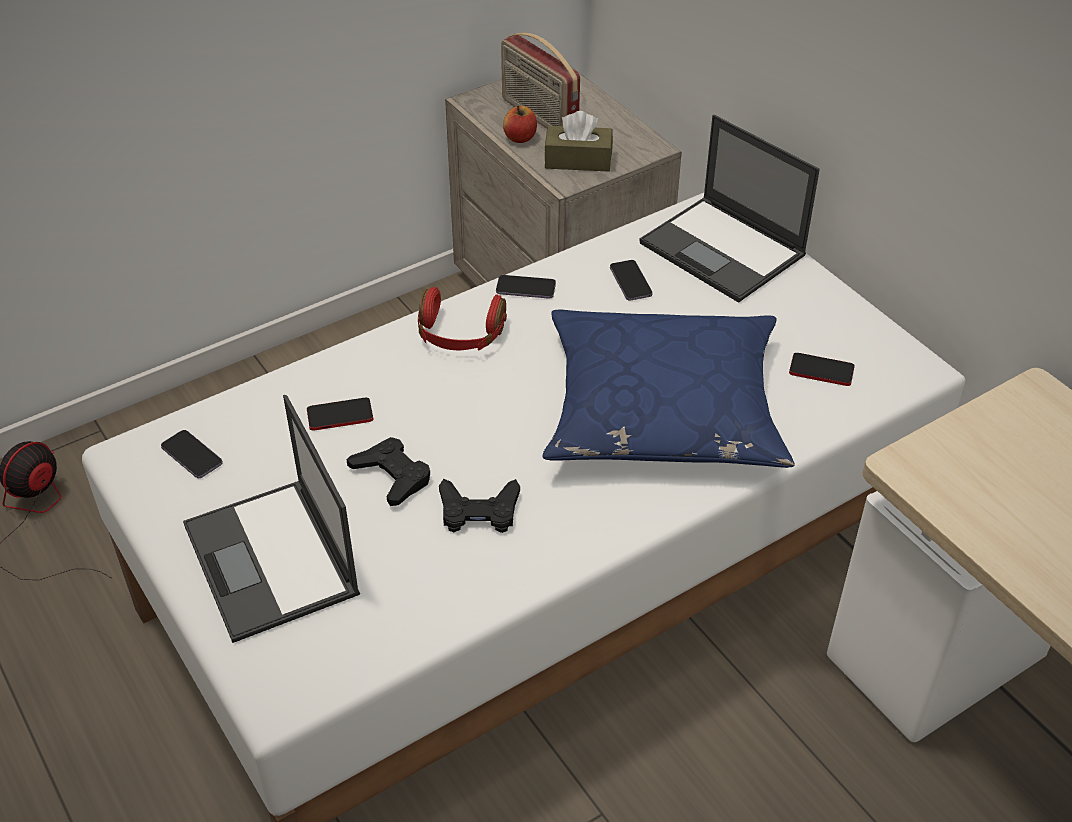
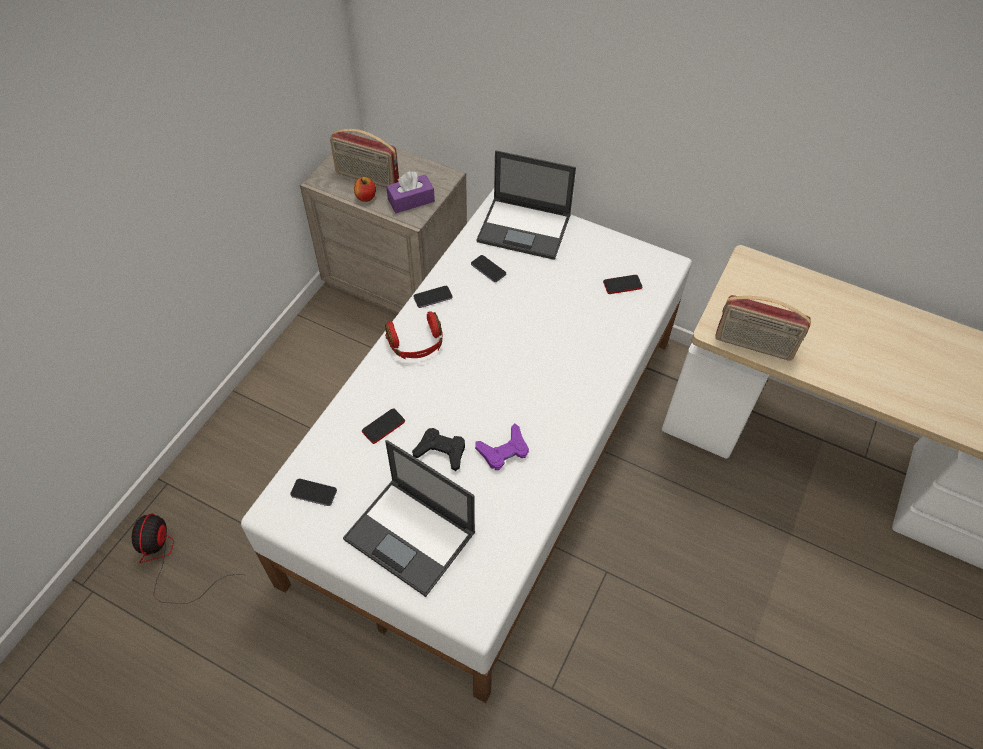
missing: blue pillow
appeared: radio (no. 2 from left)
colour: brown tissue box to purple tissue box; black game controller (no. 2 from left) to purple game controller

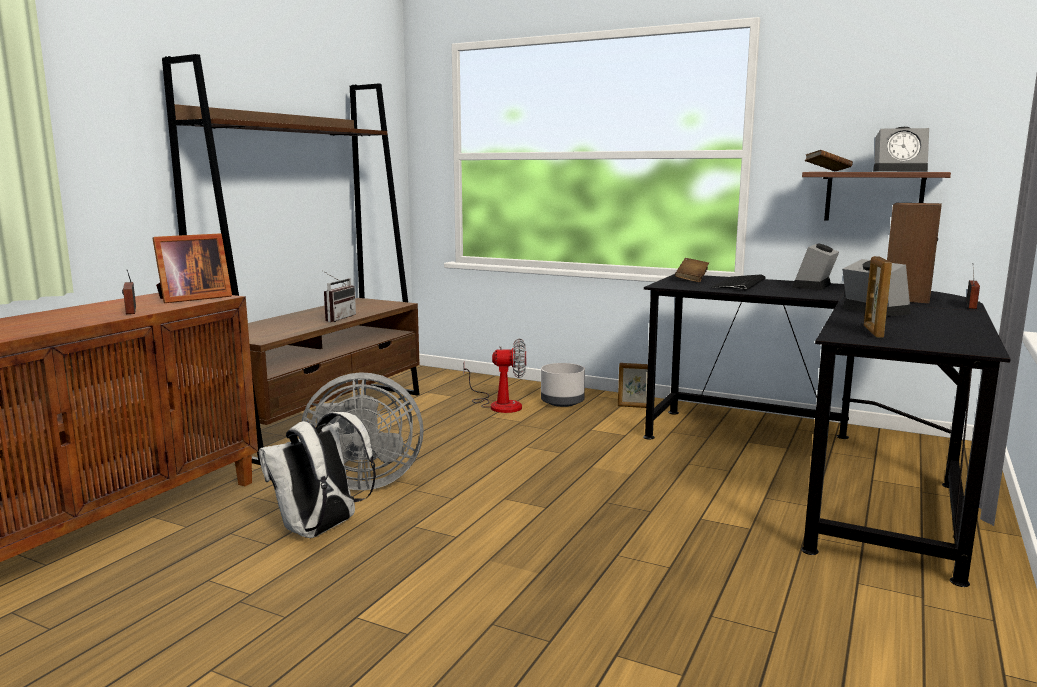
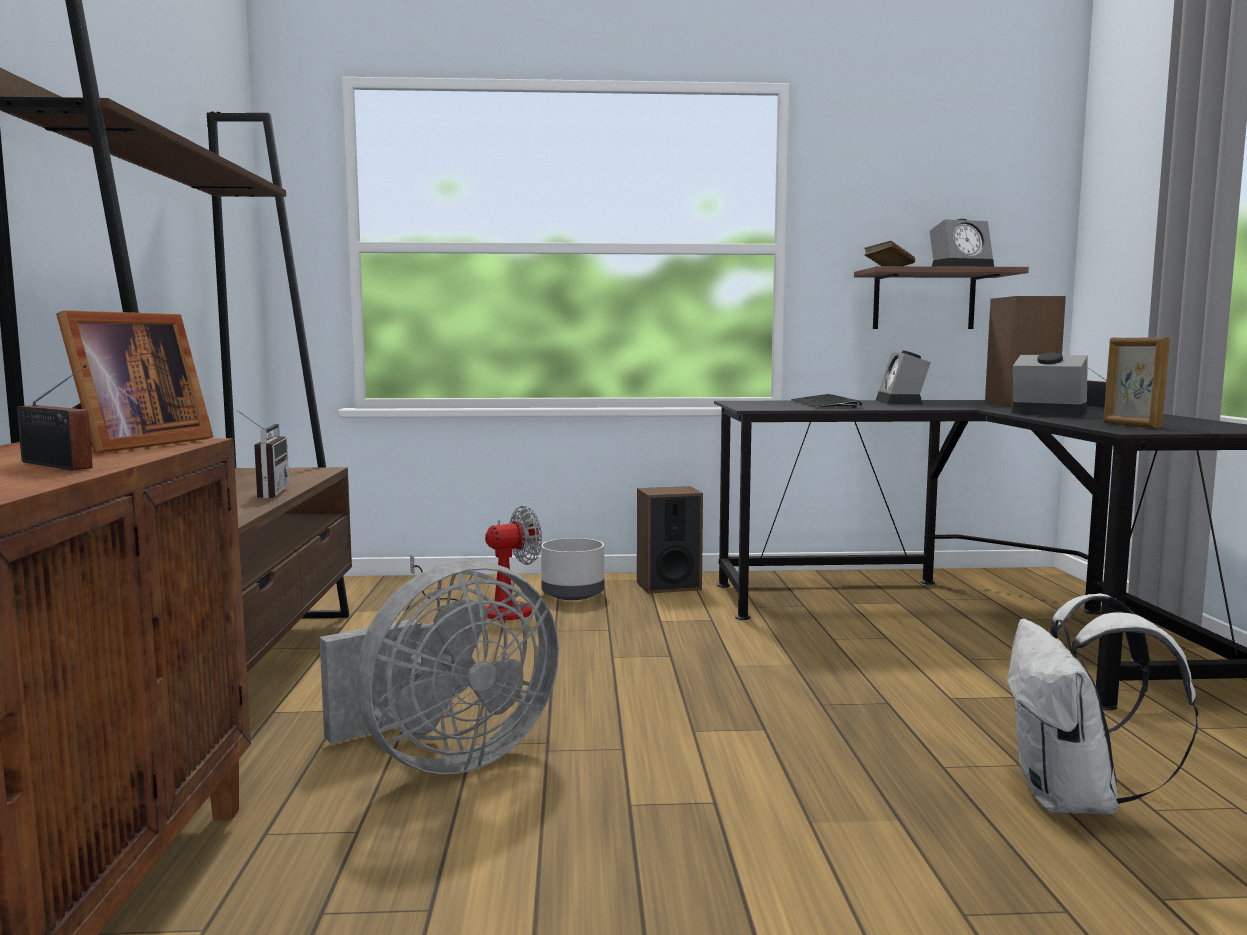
missing: brown book (no. 1 from left)
relocated: white backpack
exchanged: picture frame (no. 2 from left) to speaker (no. 1 from left)

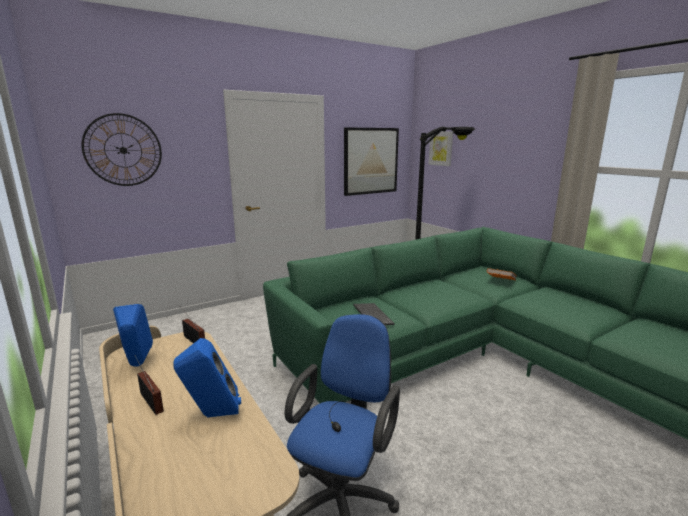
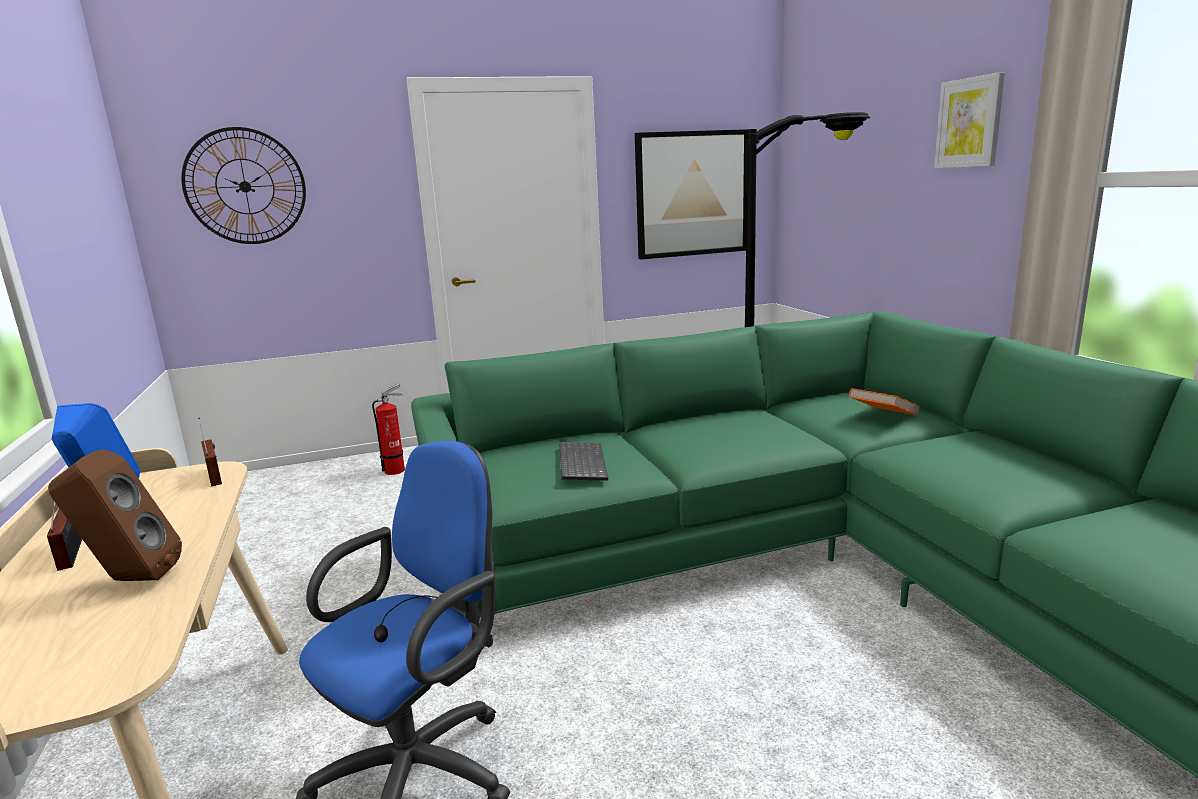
appeared: fire extinguisher
relocated: picture (no. 2 from left)
colour: blue speaker (no. 2 from left) to brown speaker

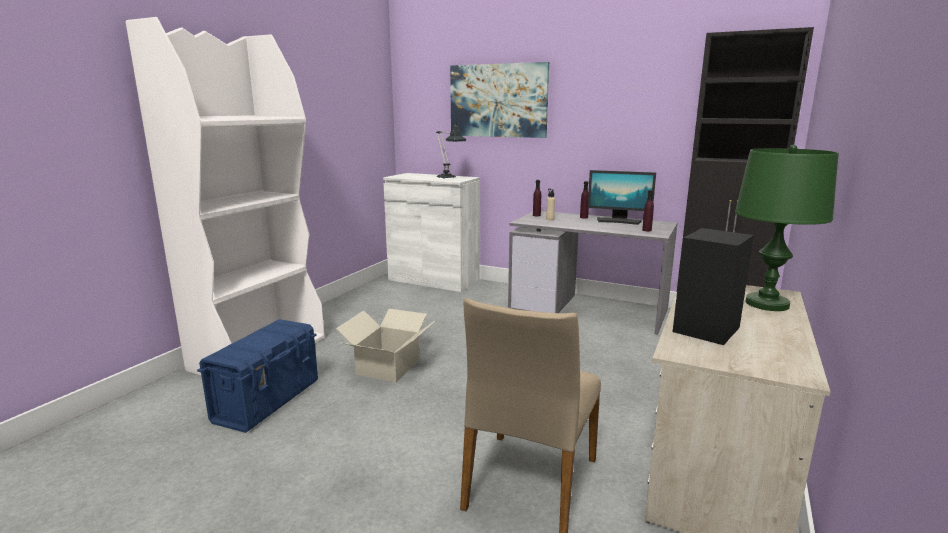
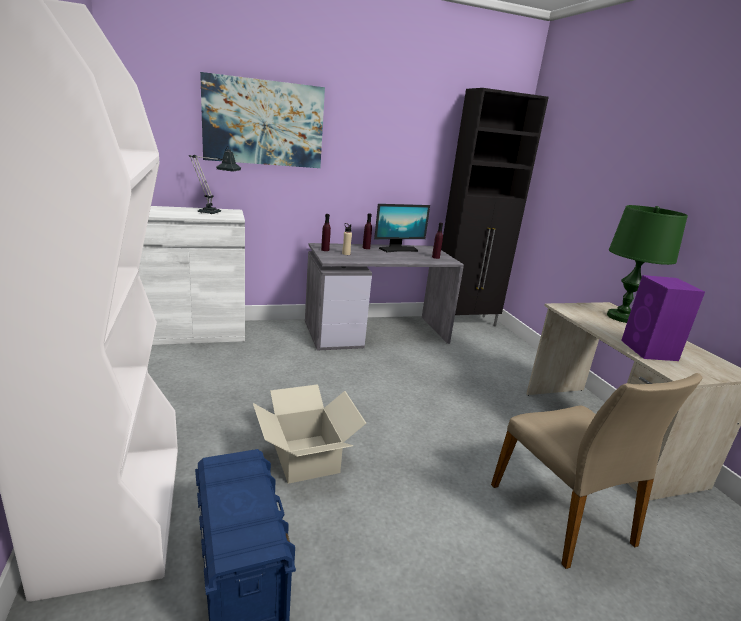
colour: black speaker to purple speaker

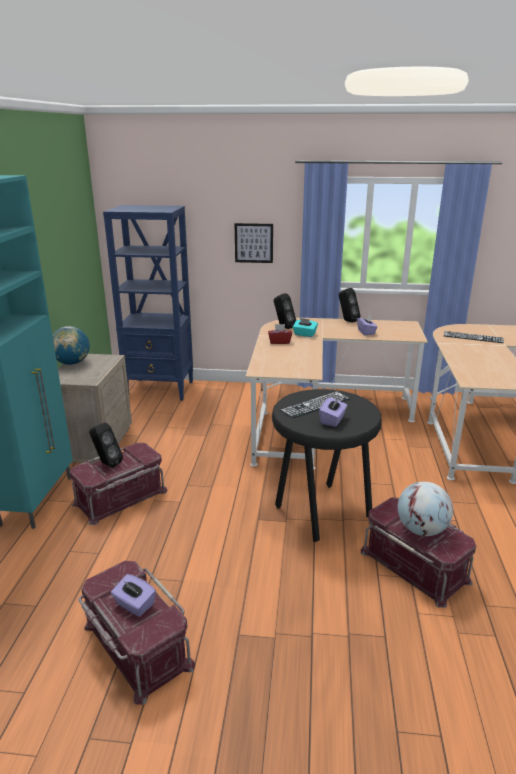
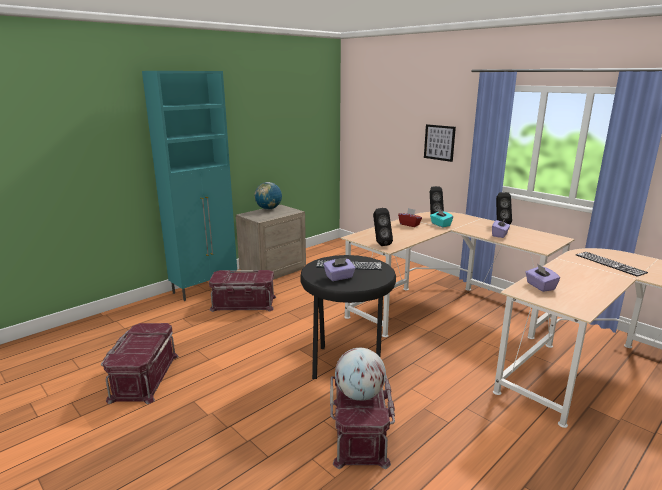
missing: blue bookcase
relocated: black speaker (no. 1 from left); purple tissue box (no. 1 from left in the first image) to purple tissue box (no. 3 from left)

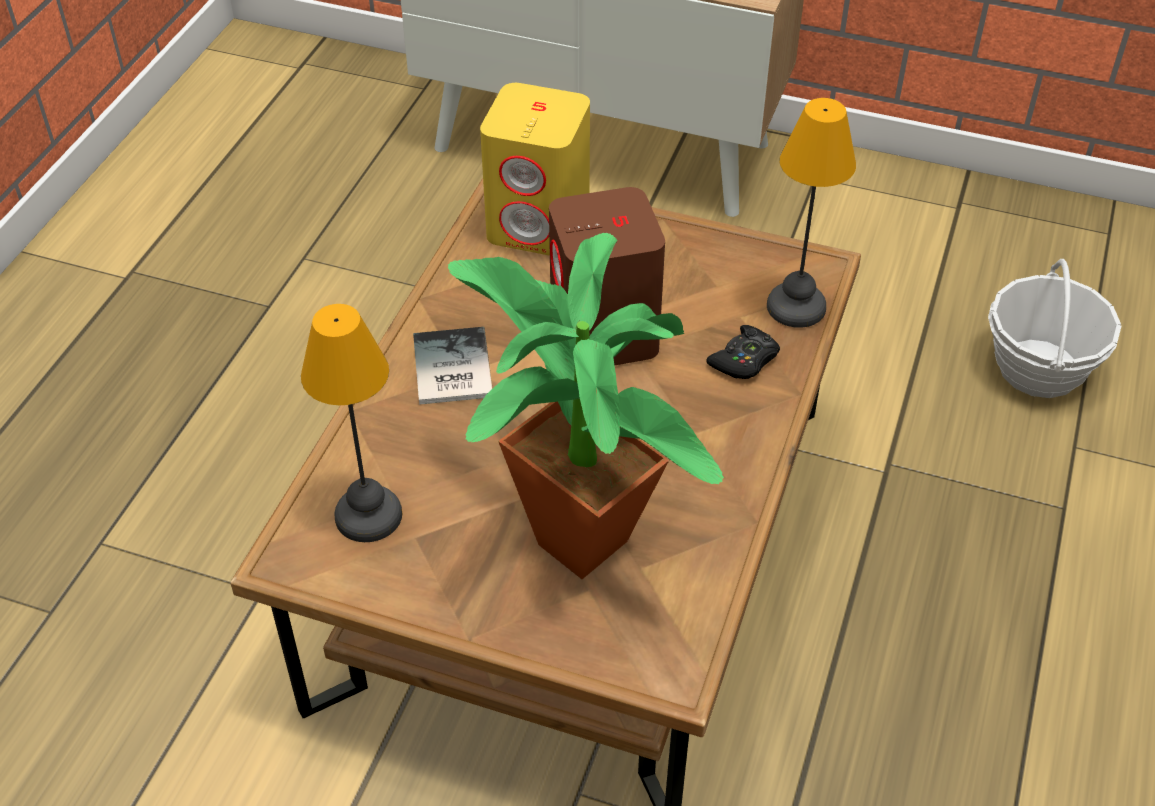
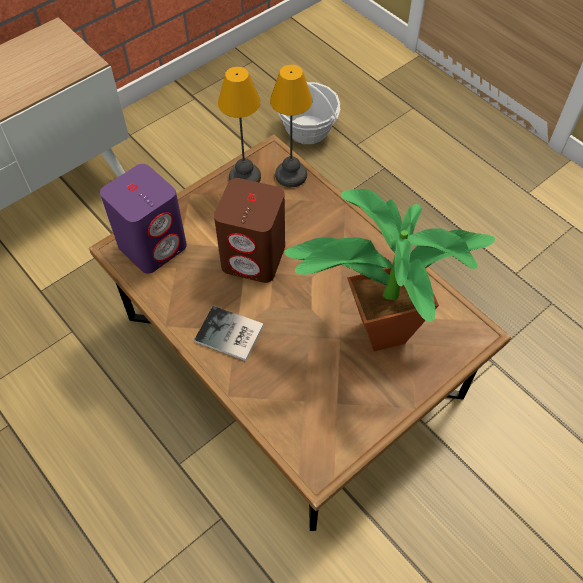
missing: black game controller
relocated: table lamp (no. 1 from left)
colour: yellow speaker to purple speaker

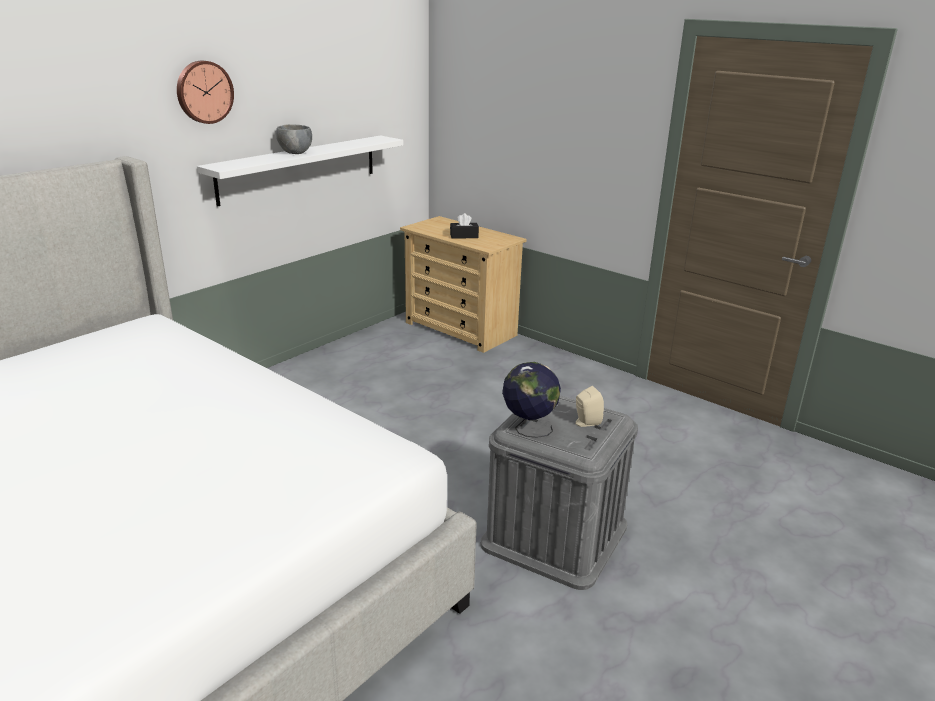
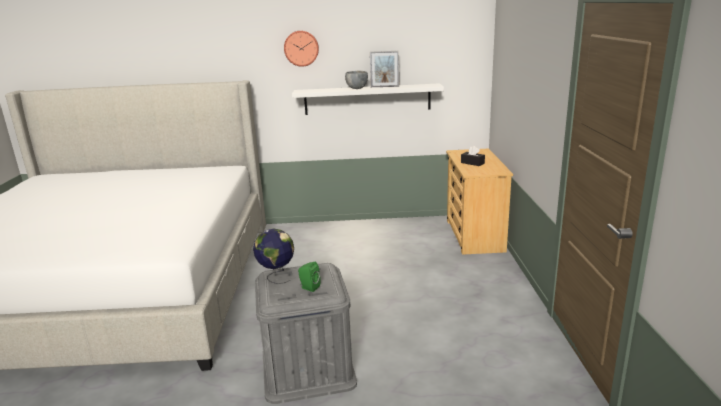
appeared: picture frame
colour: beige speaker to green speaker

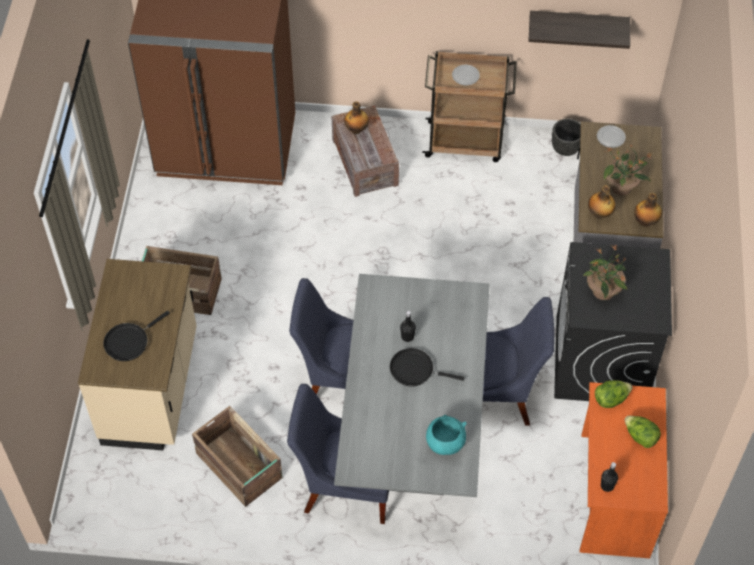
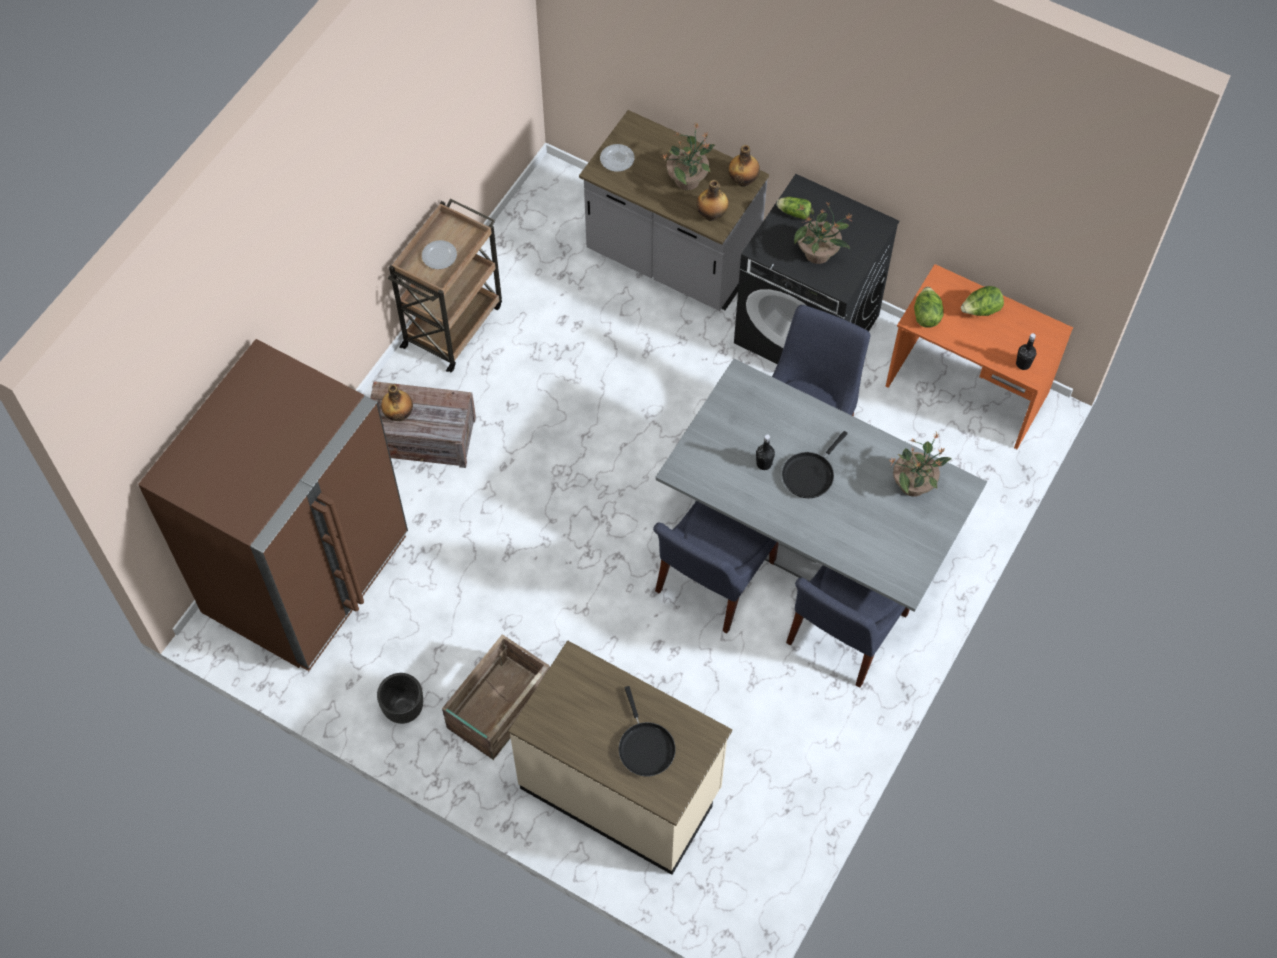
missing: shelf; crate (no. 2 from left)
appeared: lettuce (no. 1 from left)
relocated: black planter
exchanged: turquoise bowl to potted plant (no. 3 from left)

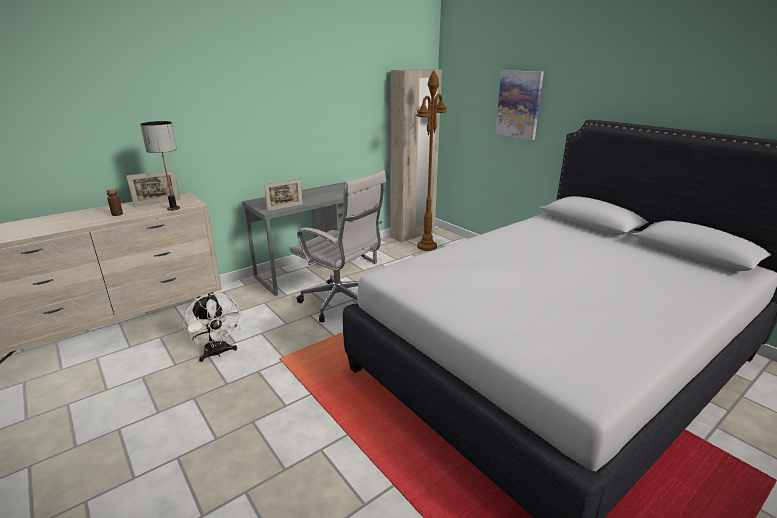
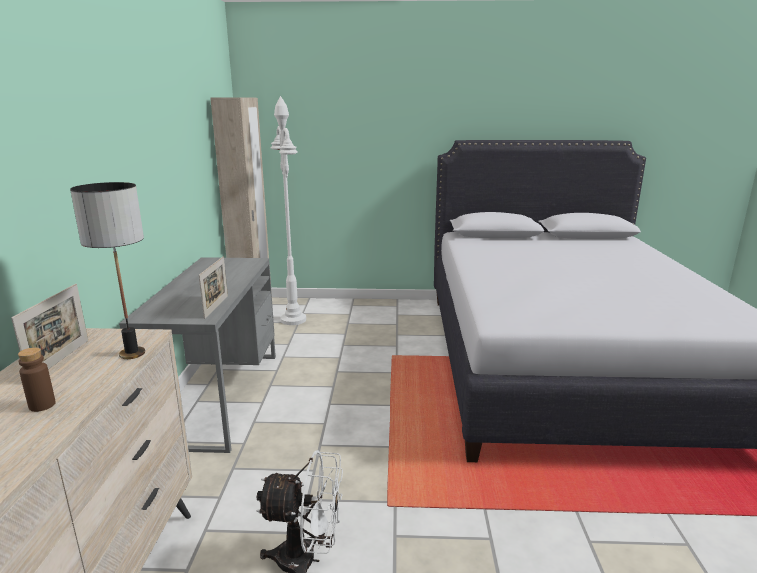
missing: picture; white office chair
colour: brown floor lamp to white floor lamp

